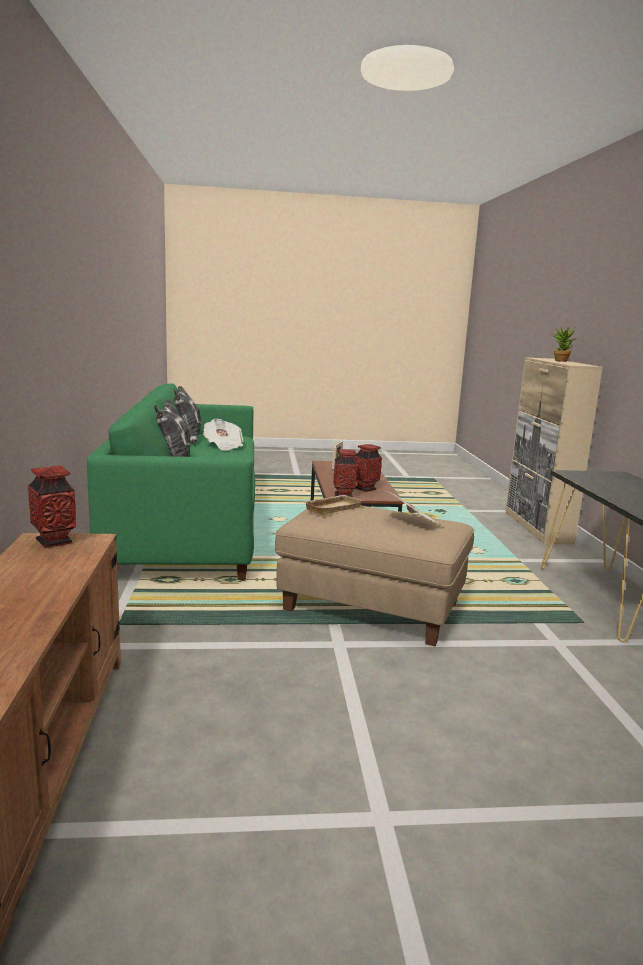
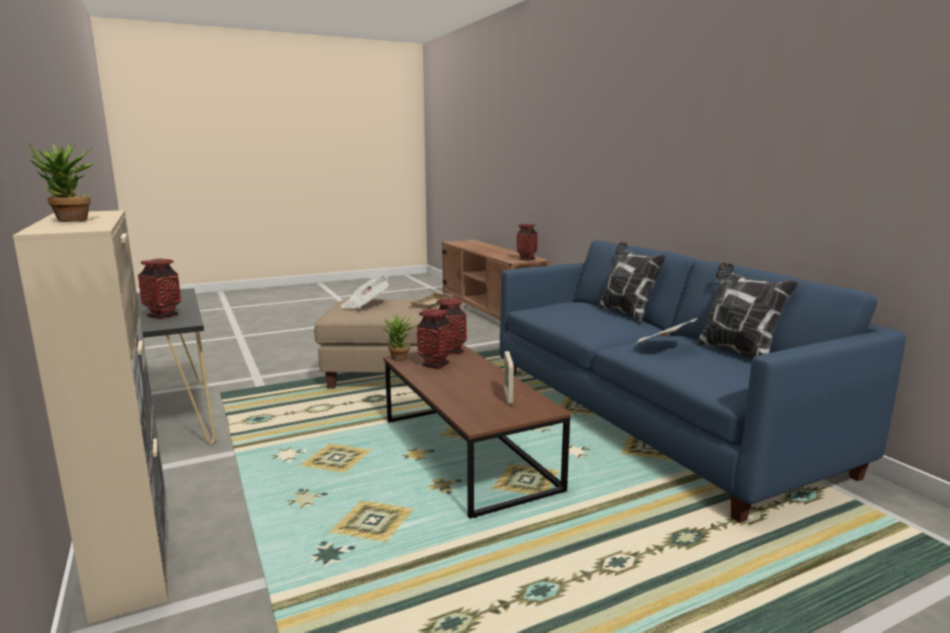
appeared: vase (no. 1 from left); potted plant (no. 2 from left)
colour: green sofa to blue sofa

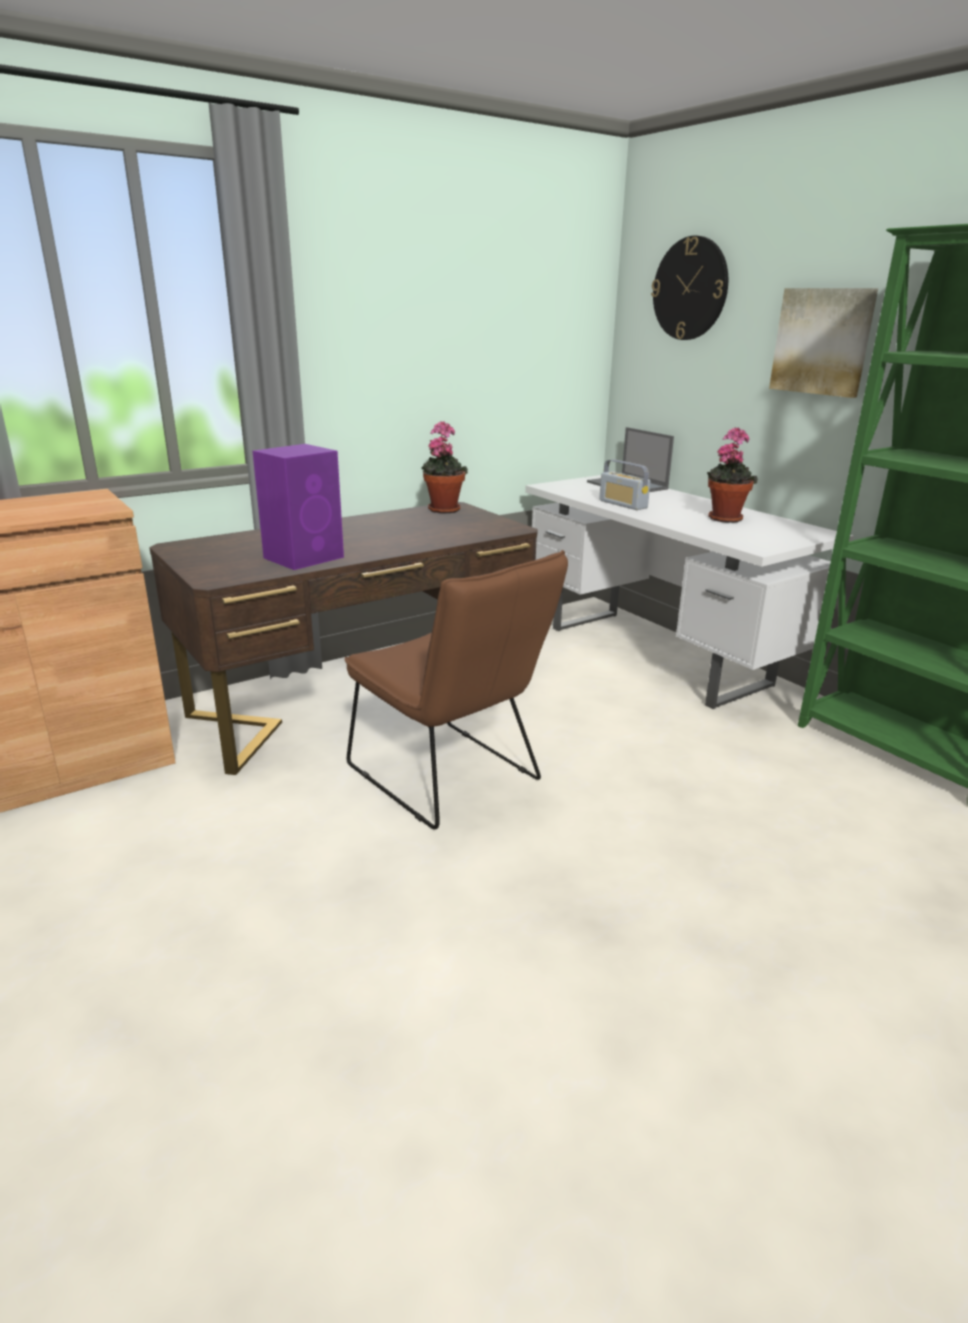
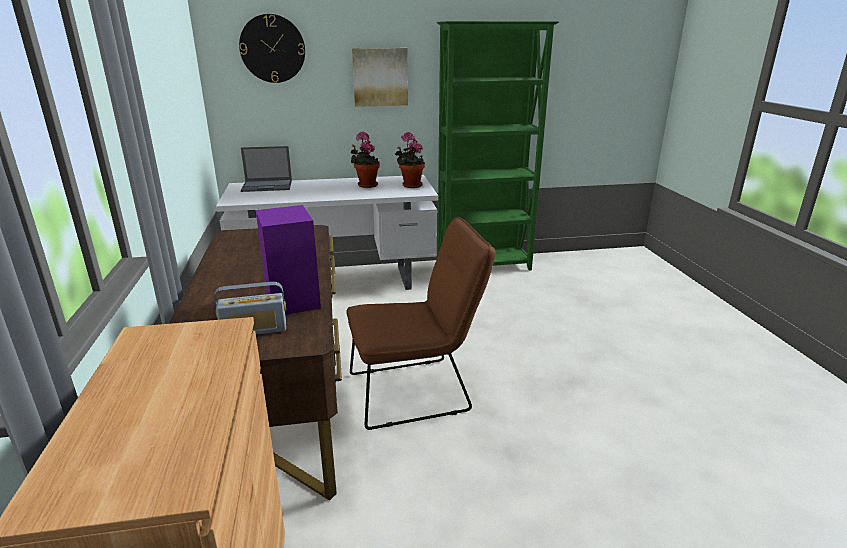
relocated: potted plant (no. 1 from left in the first image) to potted plant (no. 2 from left); radio

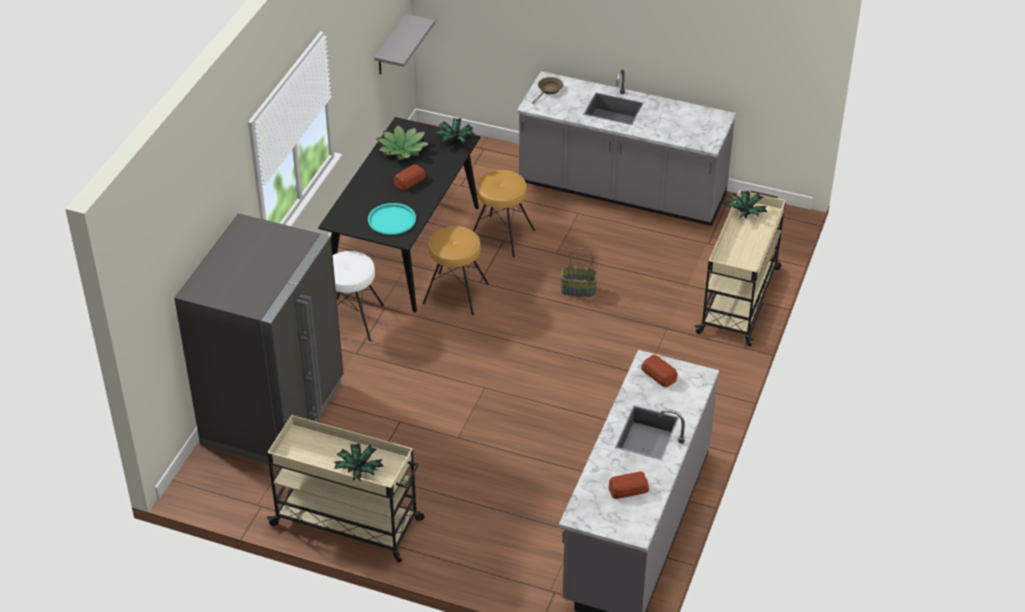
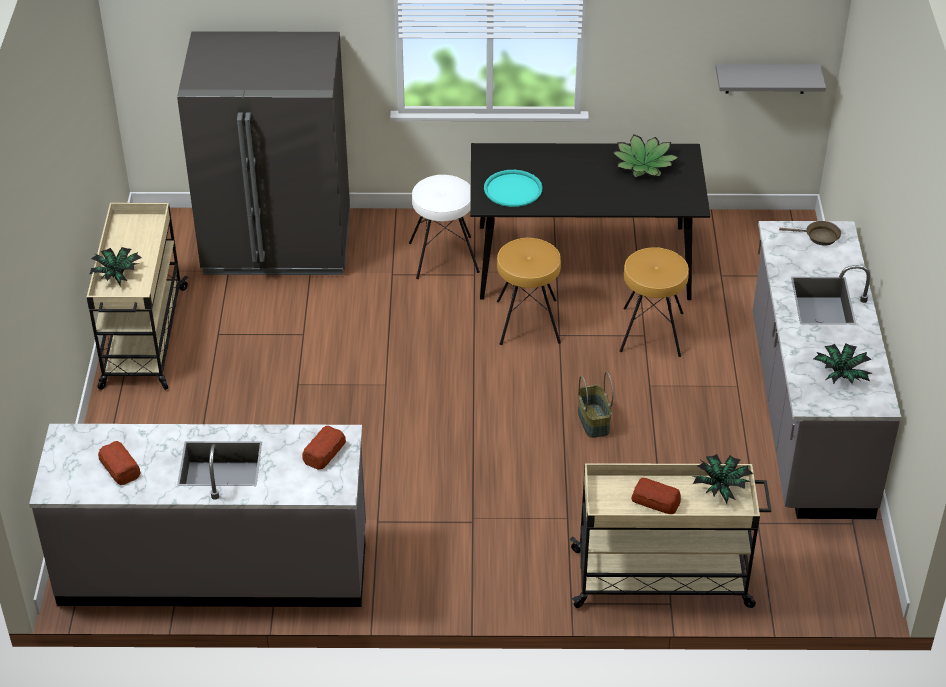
relocated: potted plant (no. 3 from left in the first image) to potted plant (no. 4 from left); bread (no. 1 from left in the first image) to bread (no. 3 from left)

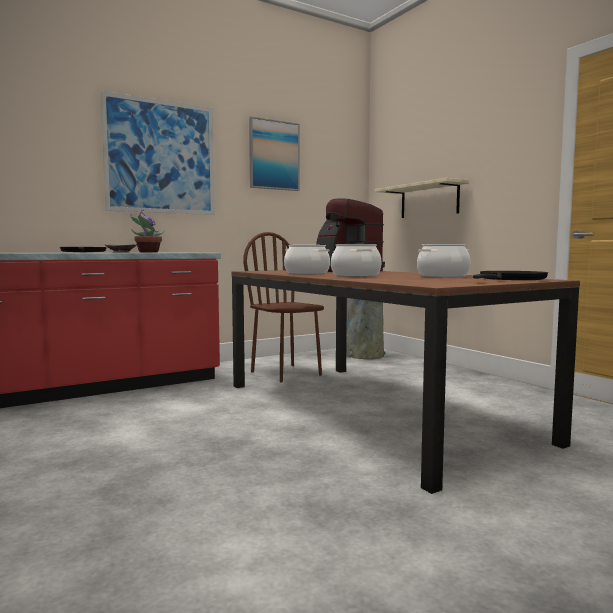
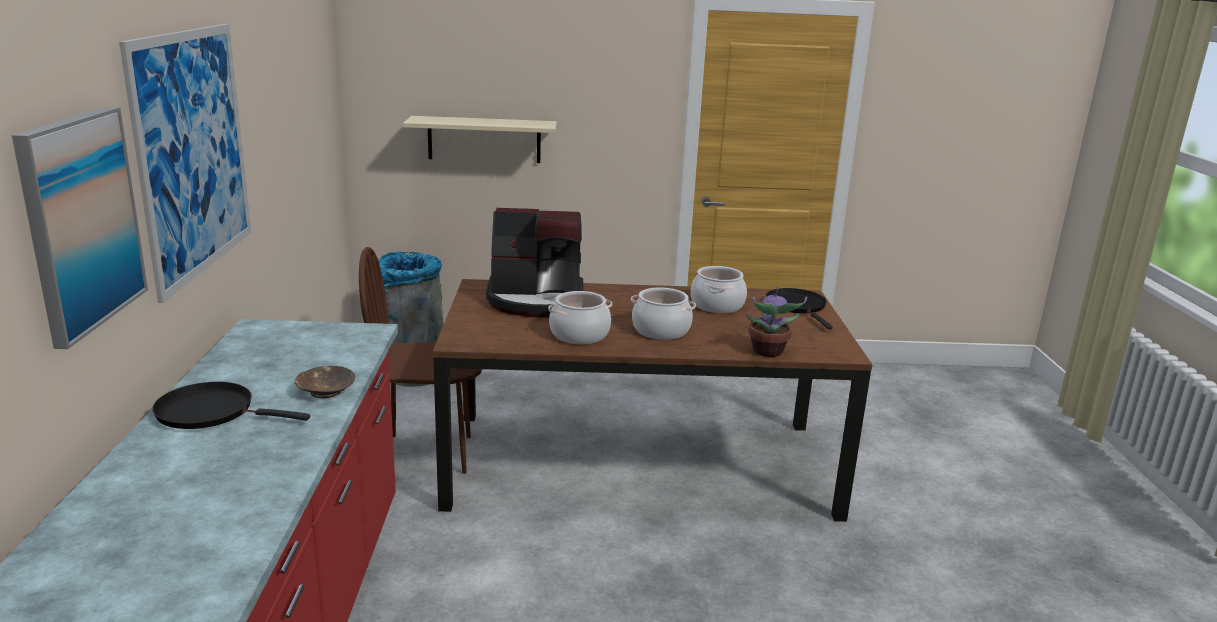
relocated: picture (no. 2 from left in the first image) to picture (no. 1 from left); potted plant

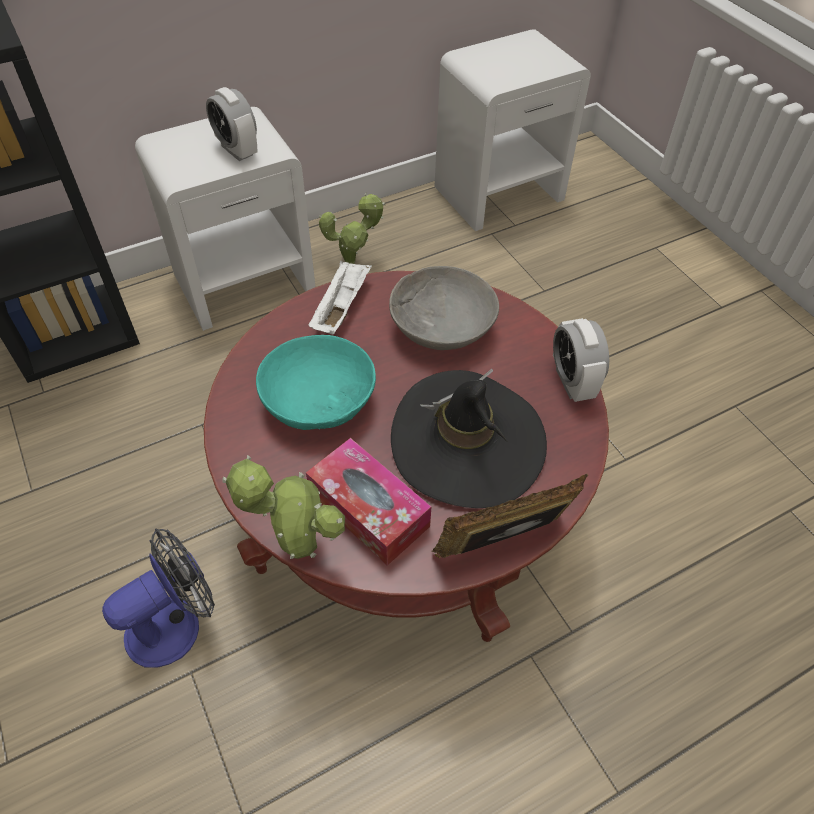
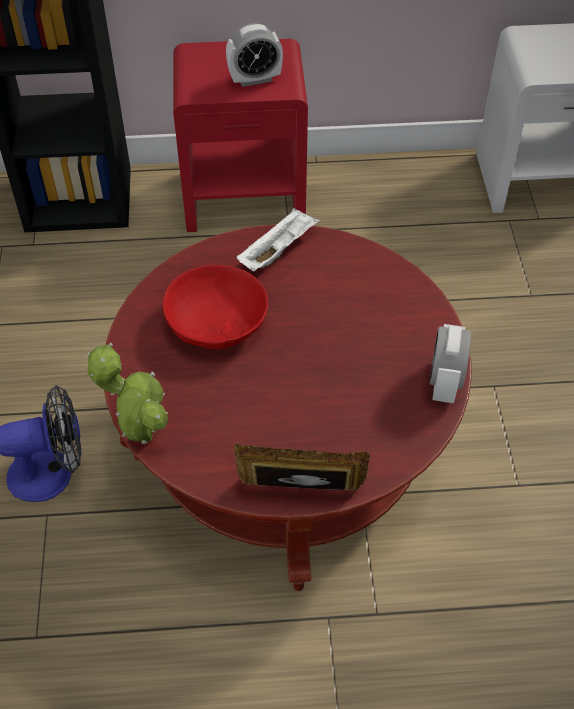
missing: potted plant (no. 2 from left); grey bowl; black hat; tissue box
colour: white nightstand (no. 1 from left) to red nightstand; turquoise bowl to red bowl
spun: alarm clock (no. 1 from left) 90 degrees counterclockwise

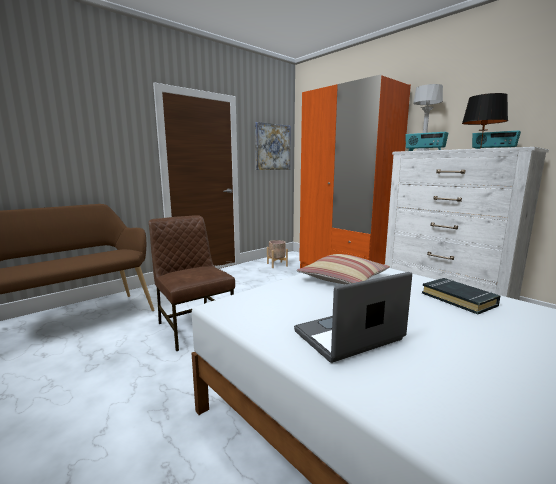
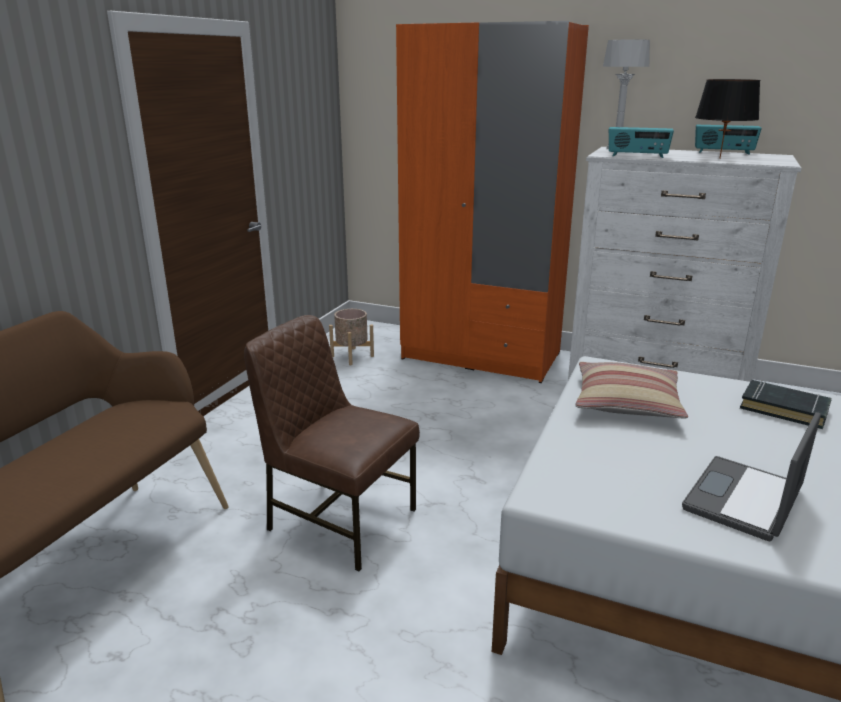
missing: picture

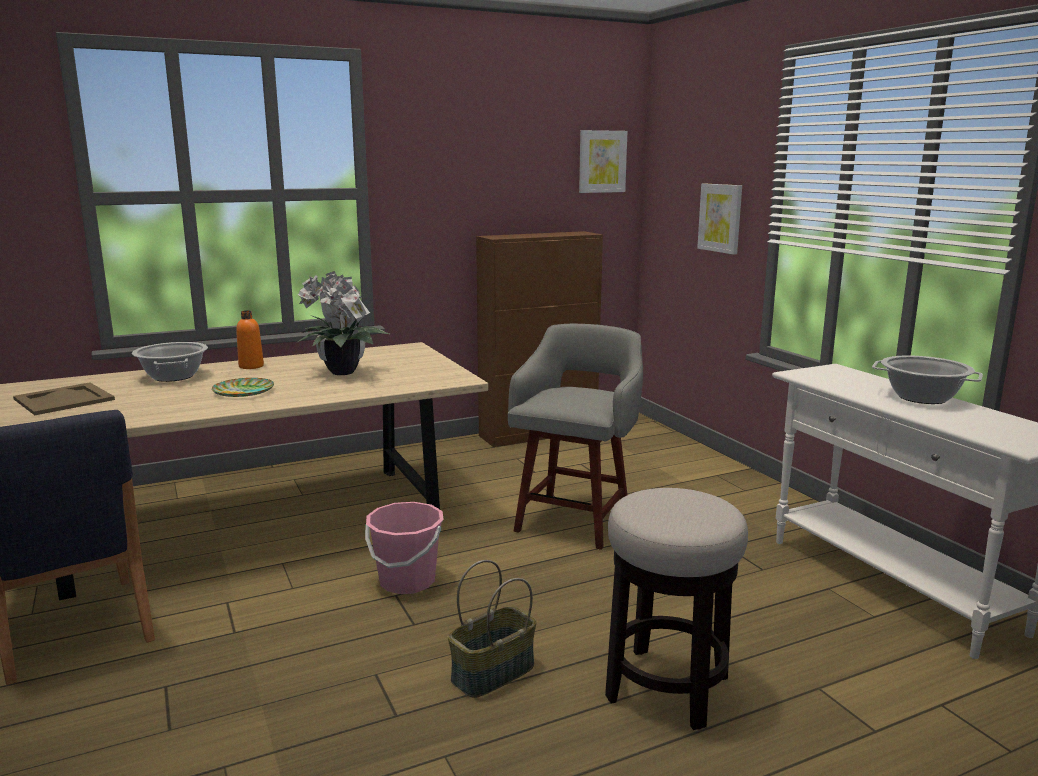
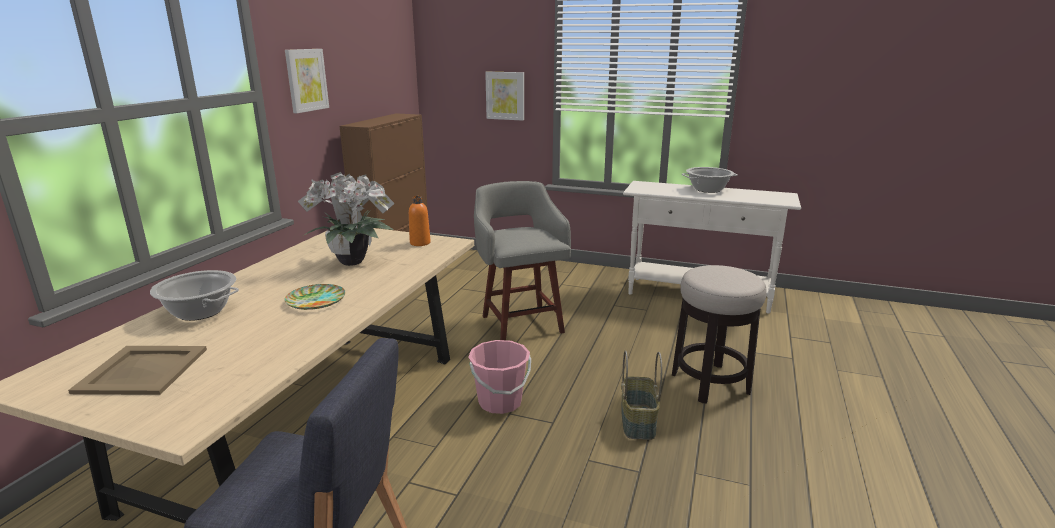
relocated: picture (no. 1 from left); orange bottle

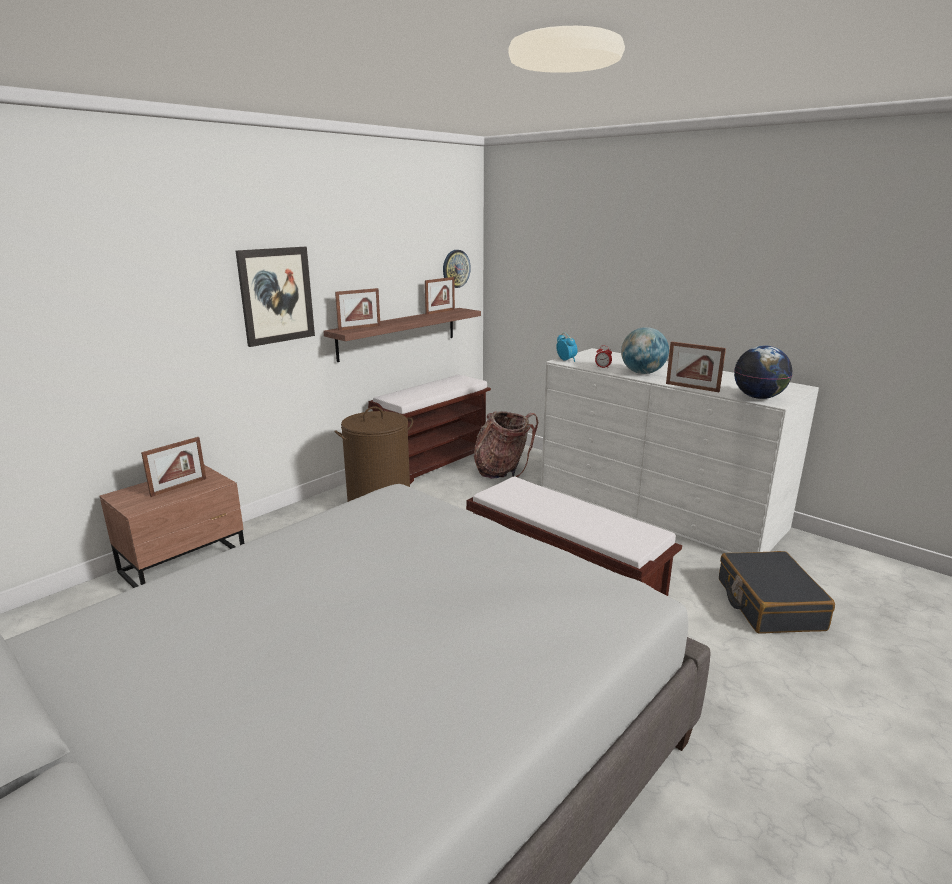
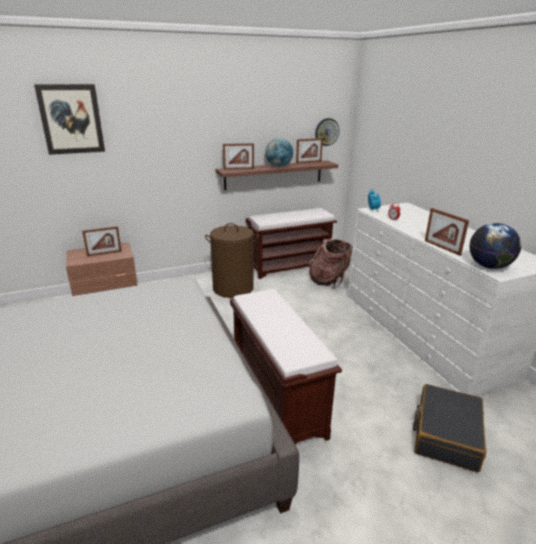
relocated: picture; globe (no. 1 from left)

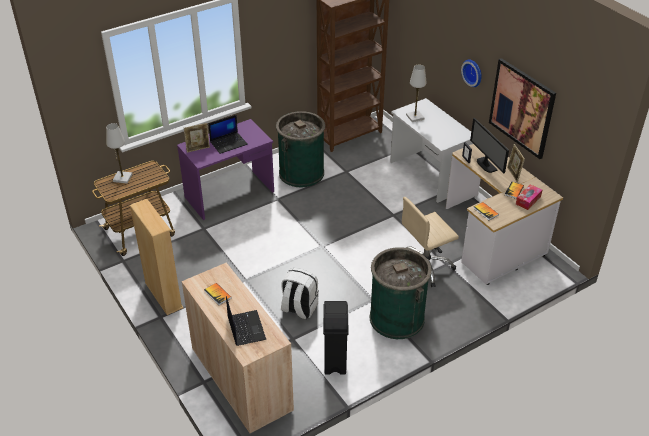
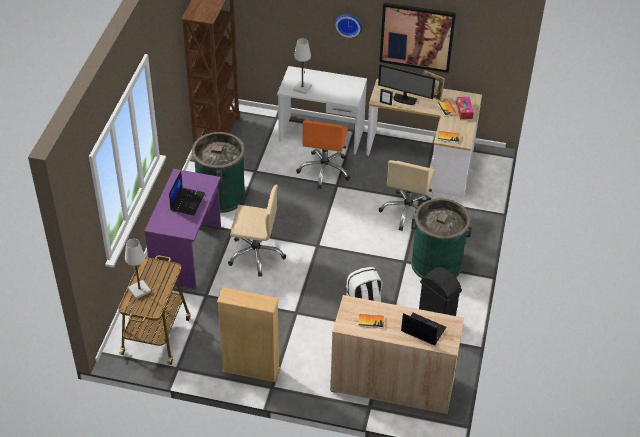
missing: picture frame (no. 1 from left)
appeared: orange office chair; beige office chair (no. 1 from left)

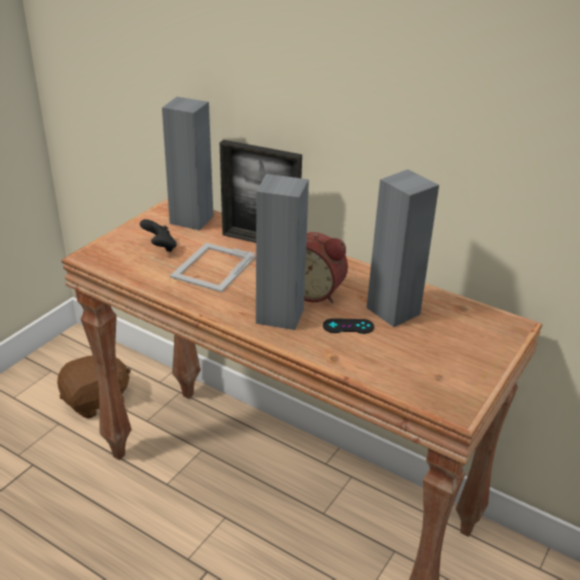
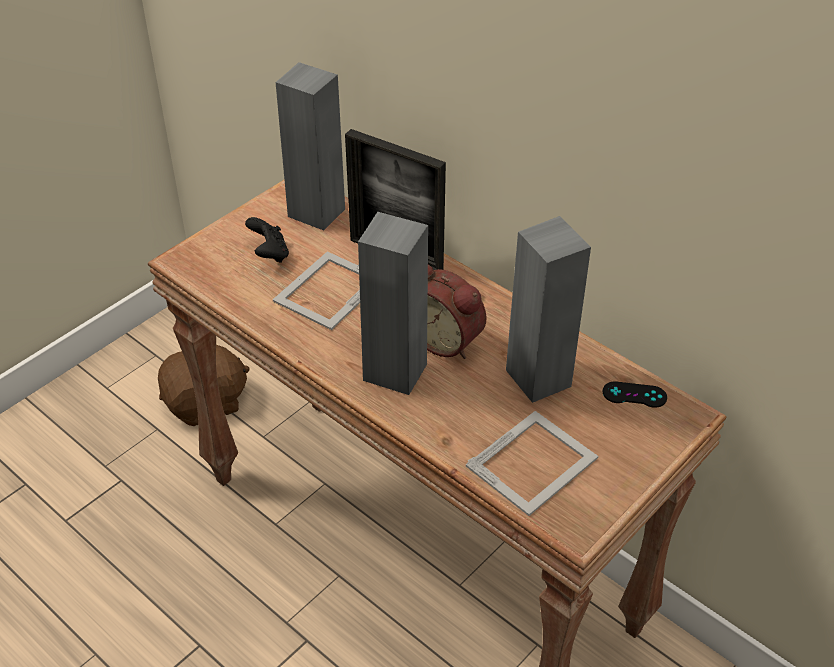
appeared: picture frame (no. 3 from left)
relocated: black game controller (no. 2 from left)

